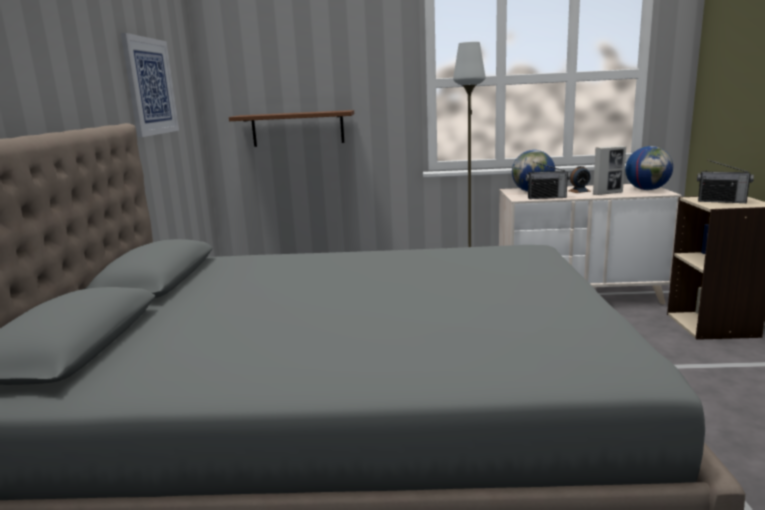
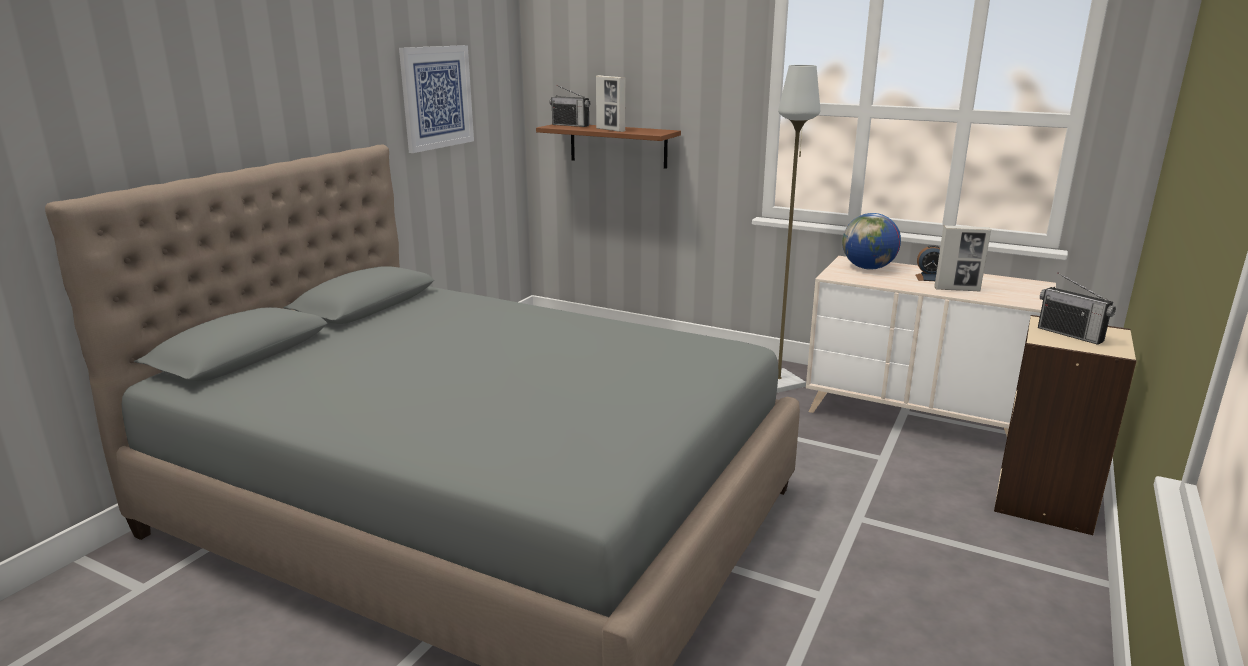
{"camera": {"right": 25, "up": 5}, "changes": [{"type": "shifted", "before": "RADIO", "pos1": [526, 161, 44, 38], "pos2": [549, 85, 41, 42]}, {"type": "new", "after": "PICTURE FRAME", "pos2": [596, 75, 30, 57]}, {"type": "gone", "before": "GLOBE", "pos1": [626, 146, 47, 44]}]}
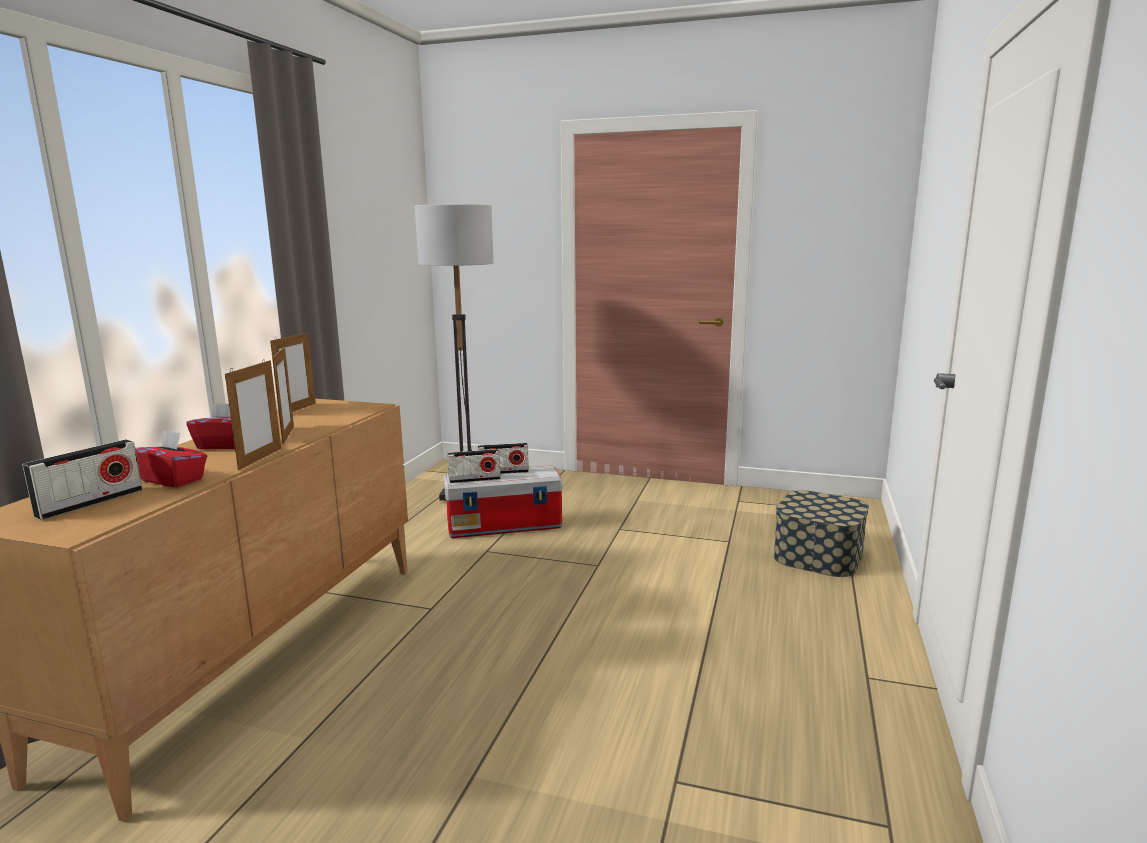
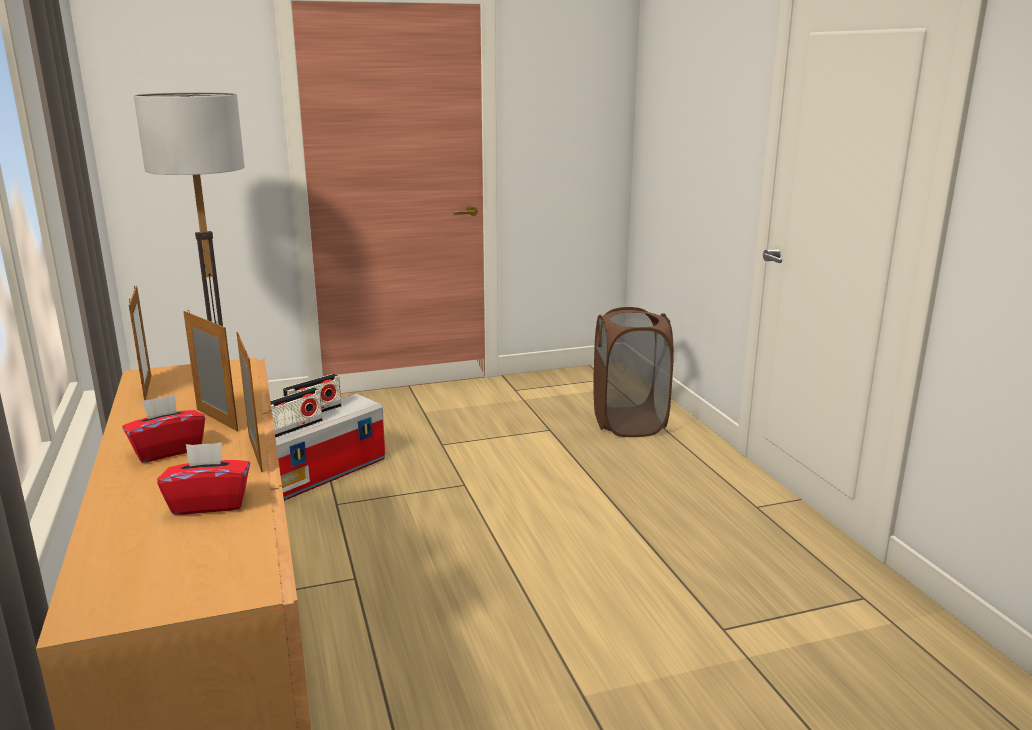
{"camera": {"right": -35, "up": 5}, "changes": [{"type": "swapped", "before": "STORAGE BOX", "after": "BROWN LAUNDRY BASKET", "pos1": [774, 490, 95, 87], "pos2": [593, 307, 81, 130]}, {"type": "gone", "before": "RADIO", "pos1": [22, 439, 120, 81]}]}
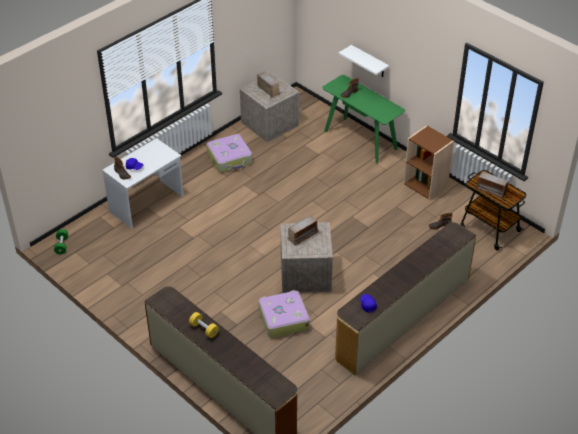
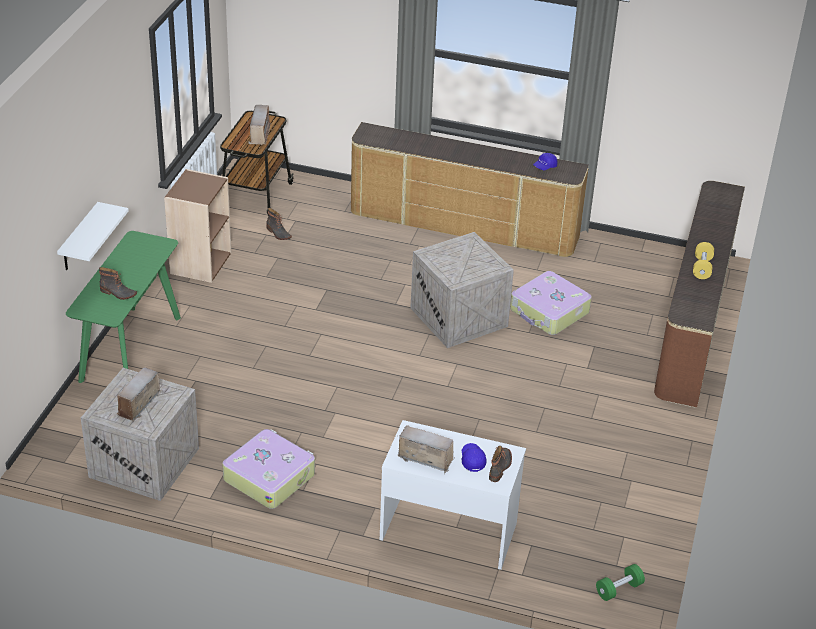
{"camera": {"right": -120, "up": -5}, "changes": [{"type": "shifted", "before": "RADIO", "pos1": [287, 216, 31, 29], "pos2": [397, 425, 59, 49]}]}
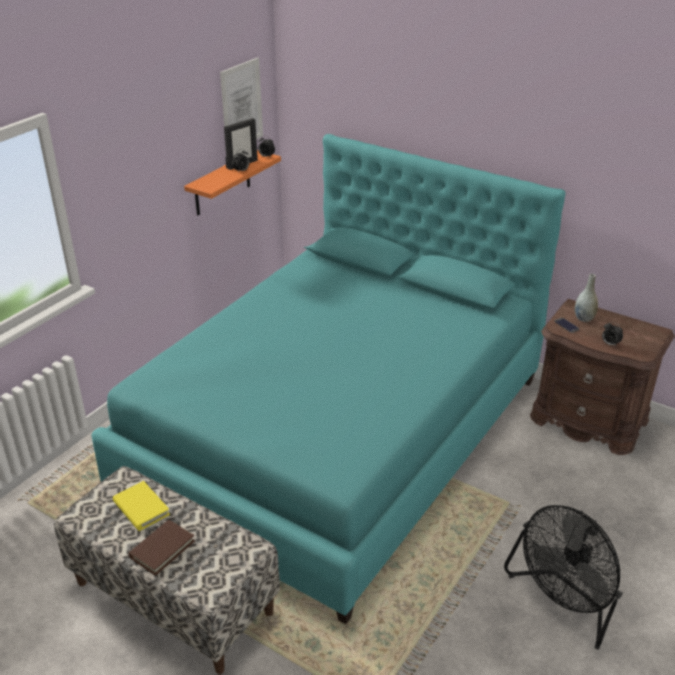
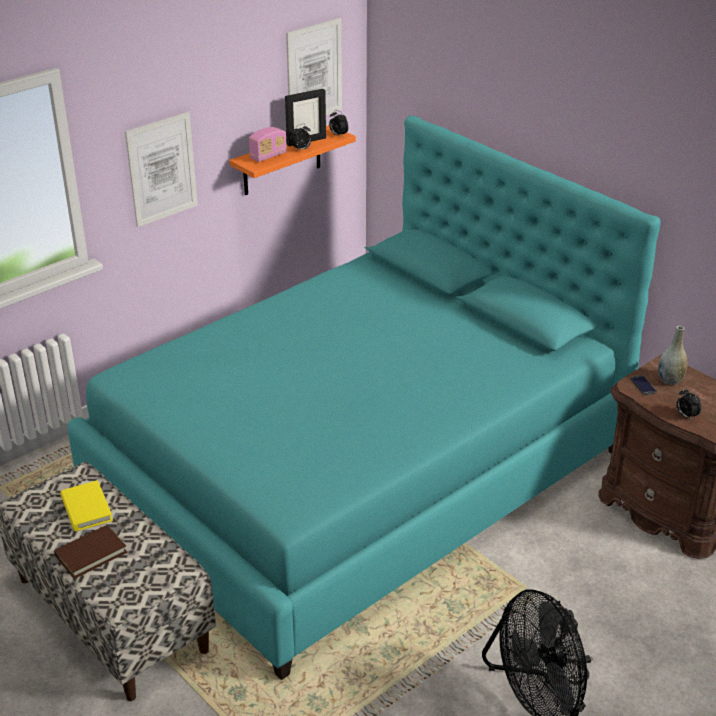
{"camera": {"right": 15, "up": 0}, "changes": [{"type": "new", "after": "PICTURE", "pos2": [125, 112, 73, 115]}, {"type": "new", "after": "RADIO", "pos2": [249, 127, 38, 35]}]}
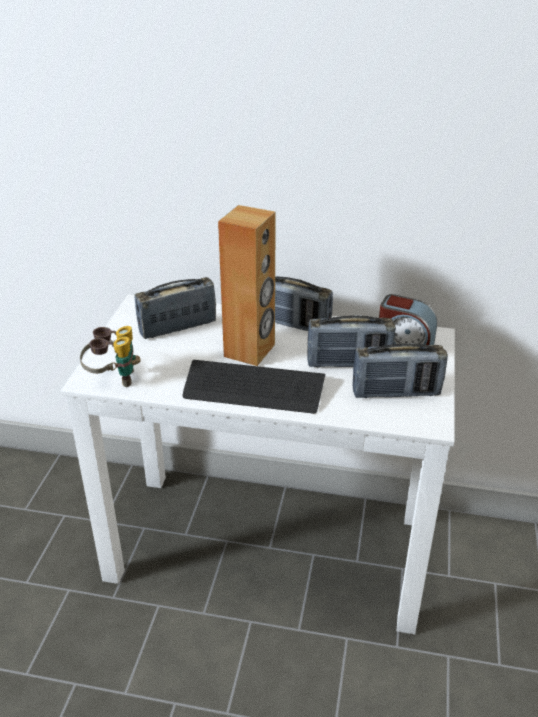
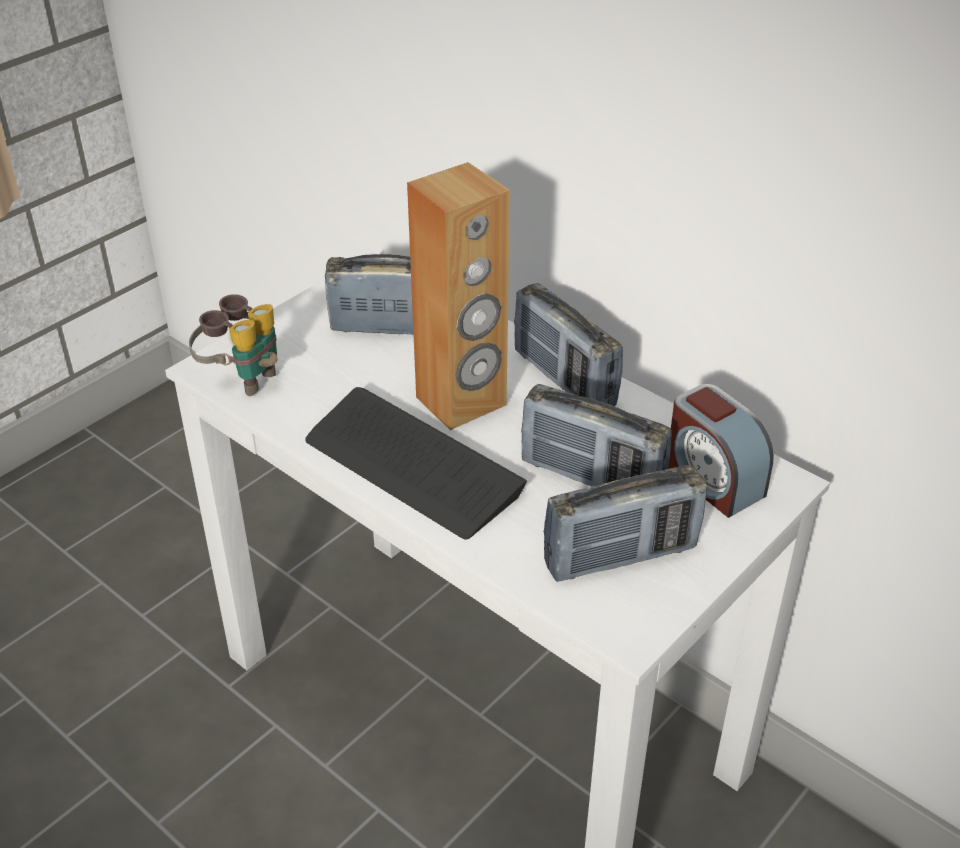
{"camera": {"right": 30, "up": 5}, "changes": [{"type": "rotated", "before": "RADIO", "pos1": [353, 343, 95, 55], "pos2": [543, 465, 164, 117], "turn": -45}]}
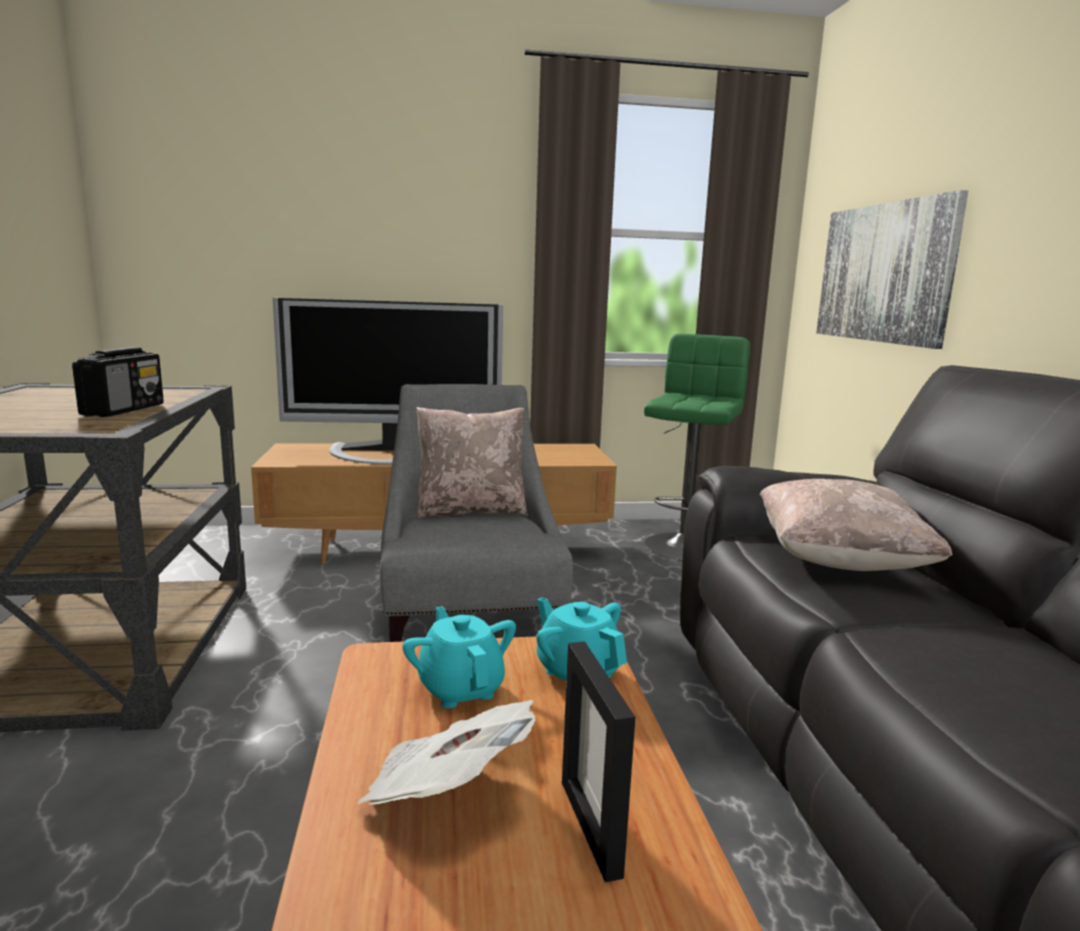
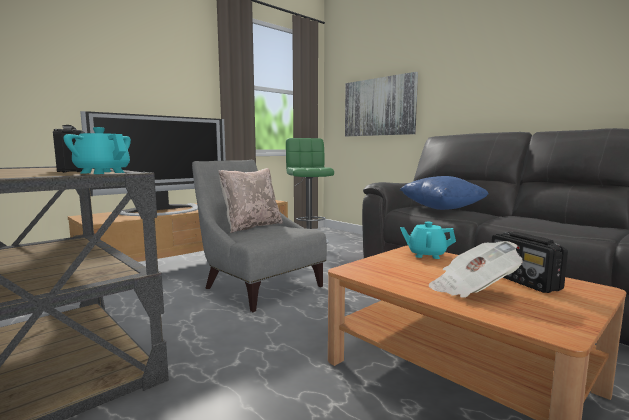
{"camera": {"right": -35, "up": -5}, "changes": [{"type": "shifted", "before": "TURQUOISE TEAPOT", "pos1": [403, 606, 113, 102], "pos2": [64, 127, 67, 47]}, {"type": "repainted", "before": "BEIGE PILLOW", "after": "BLUE PILLOW", "pos1": [760, 479, 192, 92], "pos2": [400, 176, 88, 34]}, {"type": "swapped", "before": "PICTURE FRAME", "after": "RADIO", "pos1": [562, 641, 73, 241], "pos2": [492, 231, 76, 62]}]}
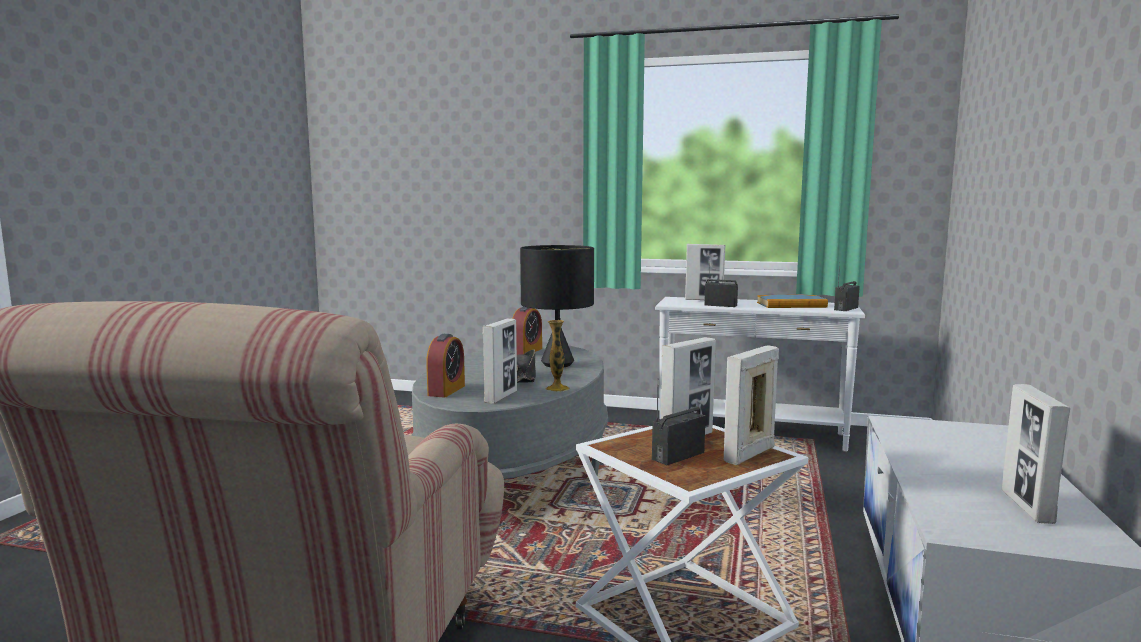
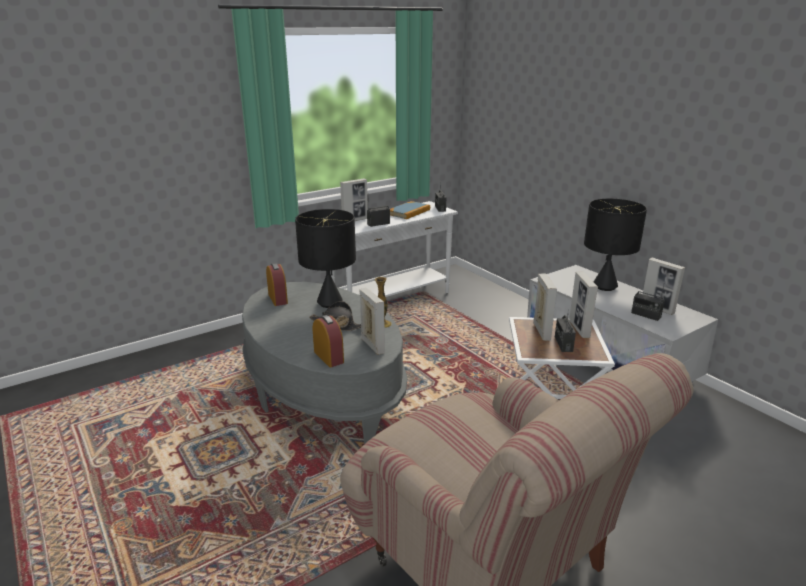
{"camera": {"right": -50, "up": 15}, "changes": [{"type": "new", "after": "BLACK TABLE LAMP", "pos2": [584, 198, 63, 93]}, {"type": "new", "after": "RADIO", "pos2": [631, 286, 34, 35]}]}
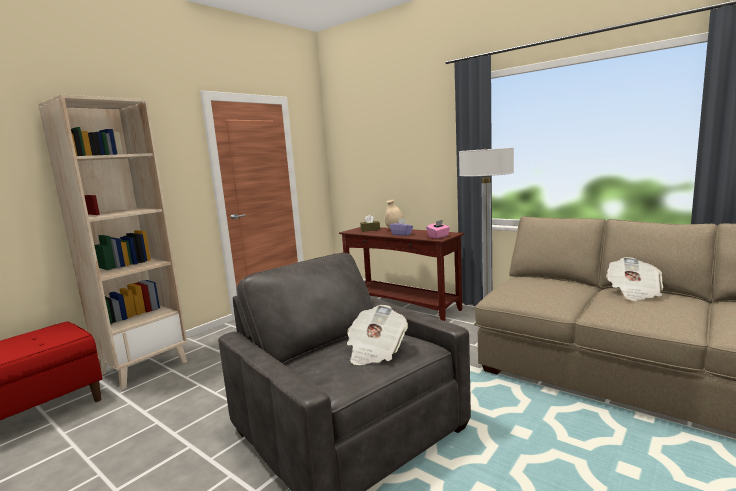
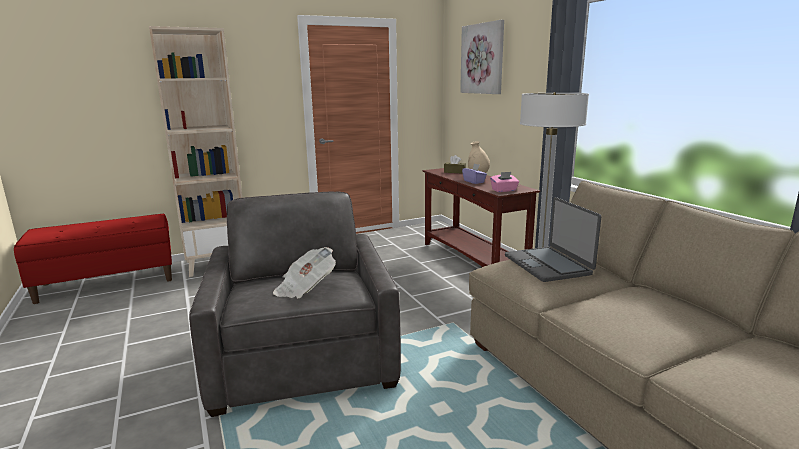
{"camera": {"right": 25, "up": 5}, "changes": [{"type": "new", "after": "PICTURE", "pos2": [460, 20, 44, 74]}, {"type": "new", "after": "LAPTOP", "pos2": [505, 197, 96, 85]}, {"type": "gone", "before": "NEWSPAPER", "pos1": [606, 257, 57, 44]}]}
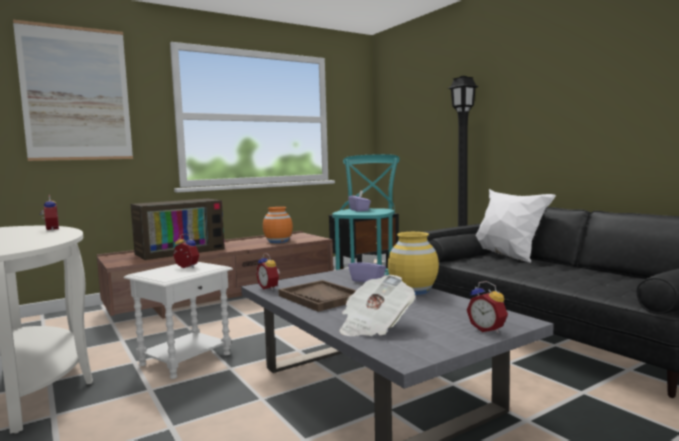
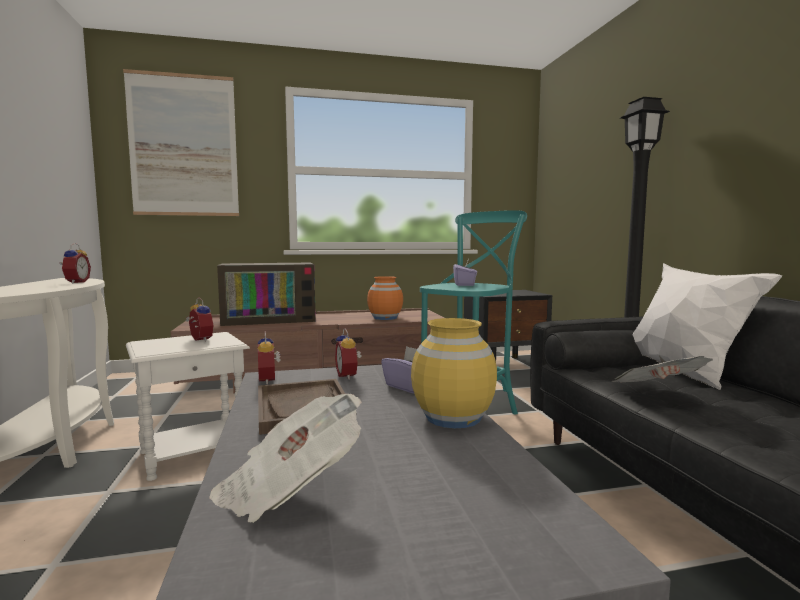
{"camera": {"right": 20, "up": 0}, "changes": [{"type": "shifted", "before": "ALARM CLOCK", "pos1": [467, 281, 41, 52], "pos2": [335, 328, 26, 52]}, {"type": "new", "after": "NEWSPAPER", "pos2": [611, 356, 102, 26]}]}
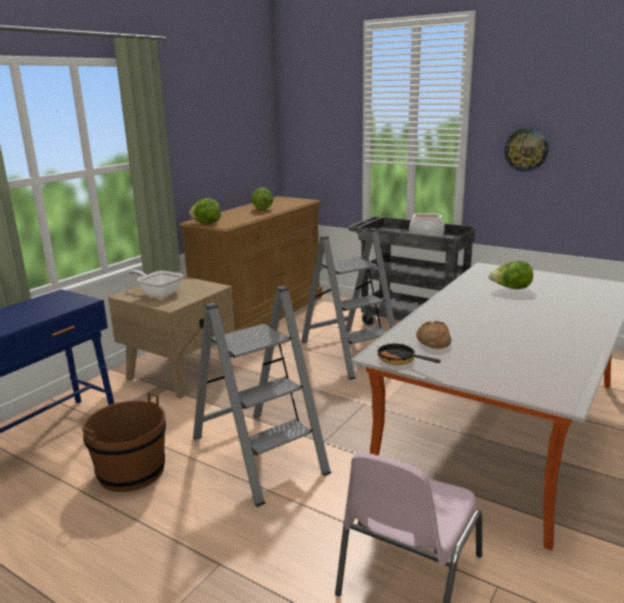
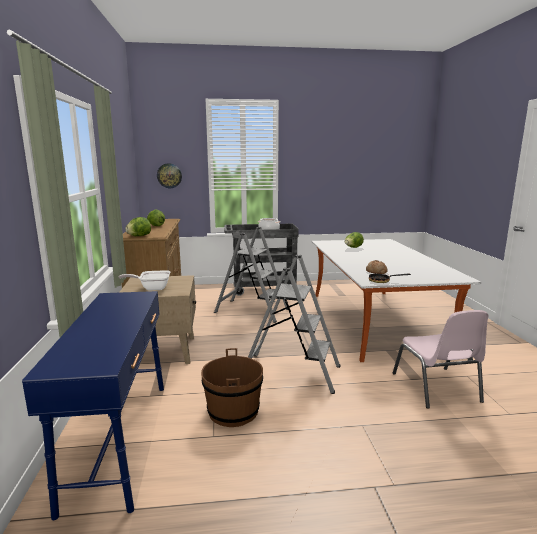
{"camera": {"right": -40, "up": -5}, "changes": [{"type": "shifted", "before": "WALL CLOCK", "pos1": [504, 128, 44, 44], "pos2": [157, 163, 25, 25]}]}
